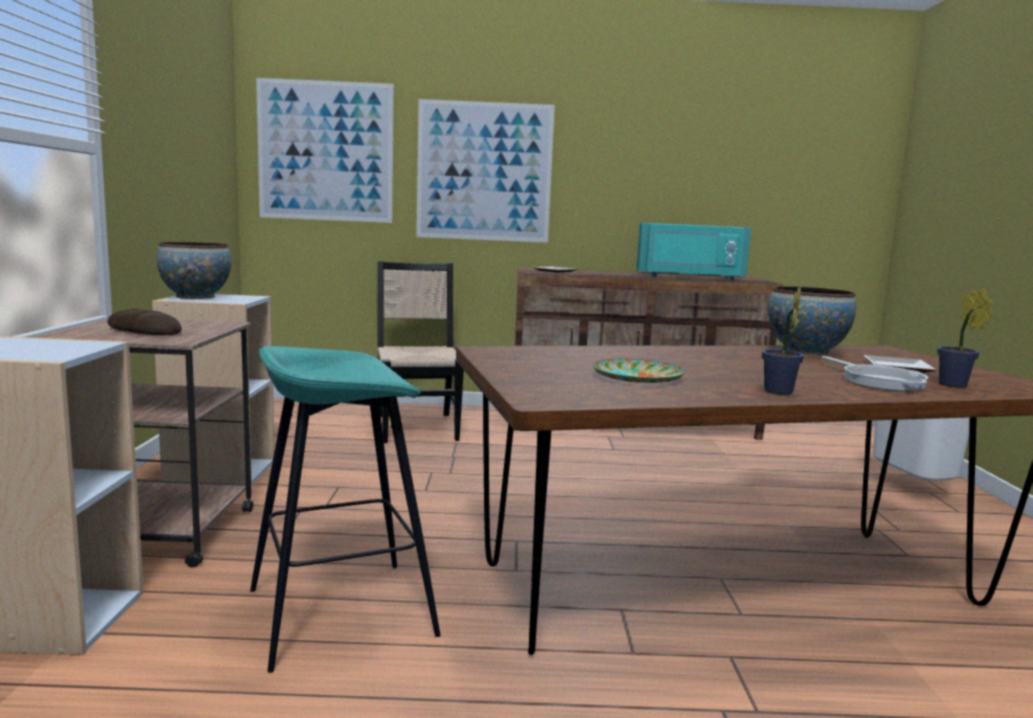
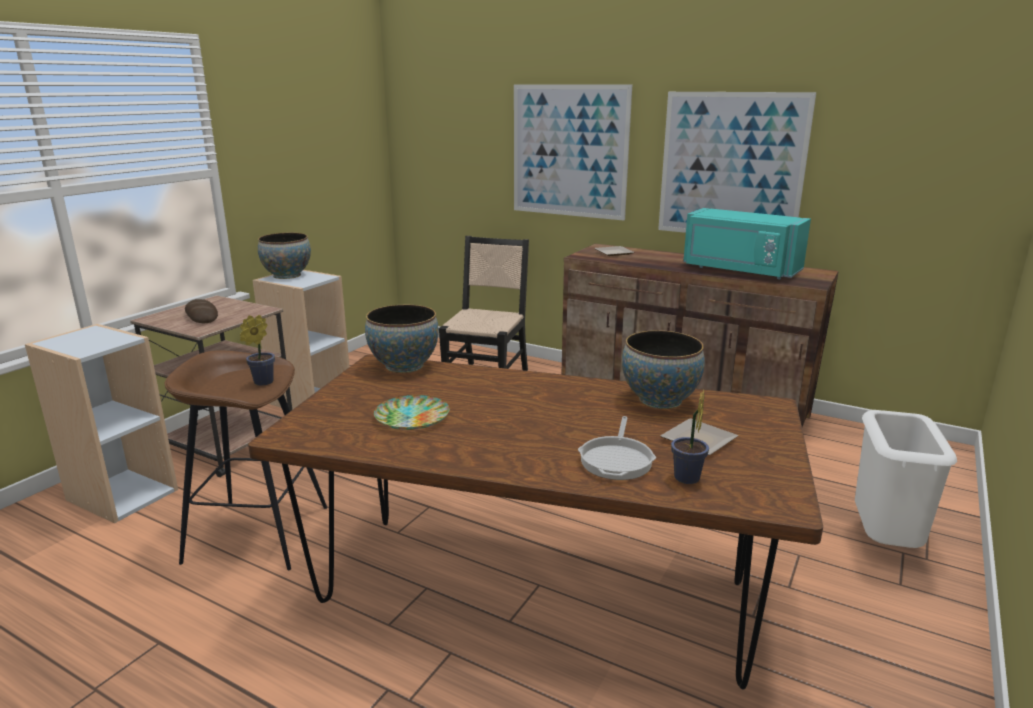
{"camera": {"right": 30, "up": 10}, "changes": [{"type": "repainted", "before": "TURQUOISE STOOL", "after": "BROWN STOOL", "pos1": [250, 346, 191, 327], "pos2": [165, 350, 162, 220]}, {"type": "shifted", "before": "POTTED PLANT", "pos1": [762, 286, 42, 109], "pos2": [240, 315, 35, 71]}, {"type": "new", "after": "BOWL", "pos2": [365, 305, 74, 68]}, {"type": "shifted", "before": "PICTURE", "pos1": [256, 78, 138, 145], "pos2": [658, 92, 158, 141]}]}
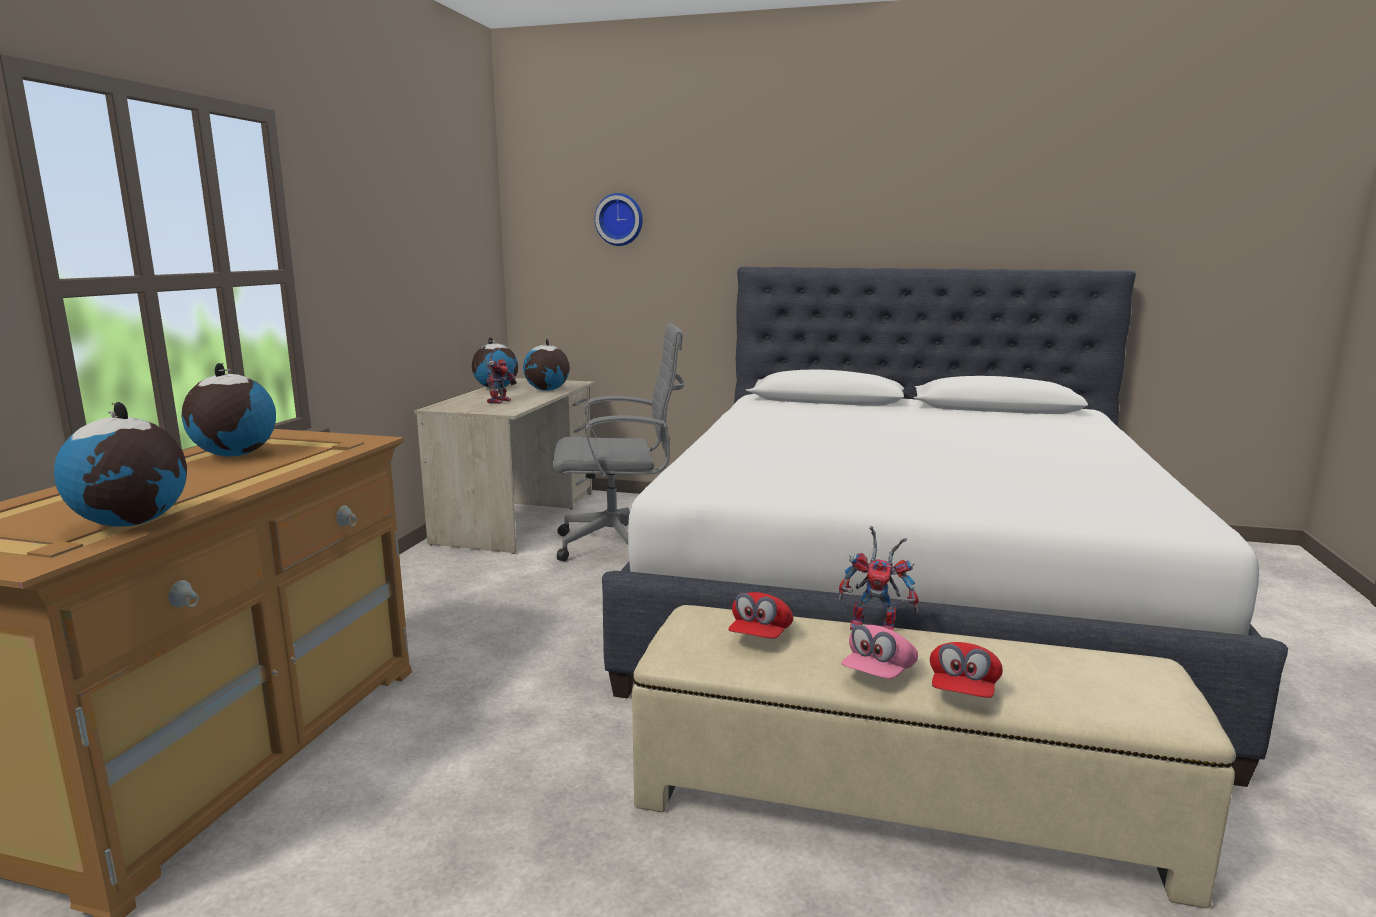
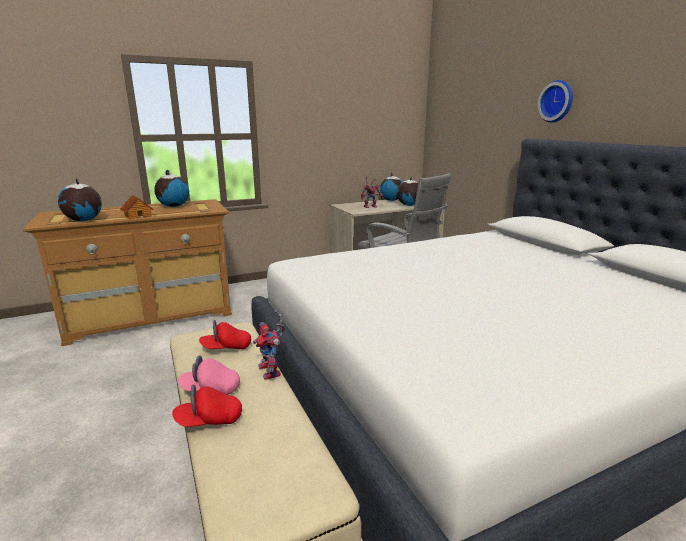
{"camera": {"right": 50, "up": 5}, "changes": [{"type": "new", "after": "TOY HOUSE", "pos2": [120, 195, 34, 24]}, {"type": "shifted", "before": "WALL CLOCK", "pos1": [595, 193, 48, 53], "pos2": [537, 80, 36, 43]}]}
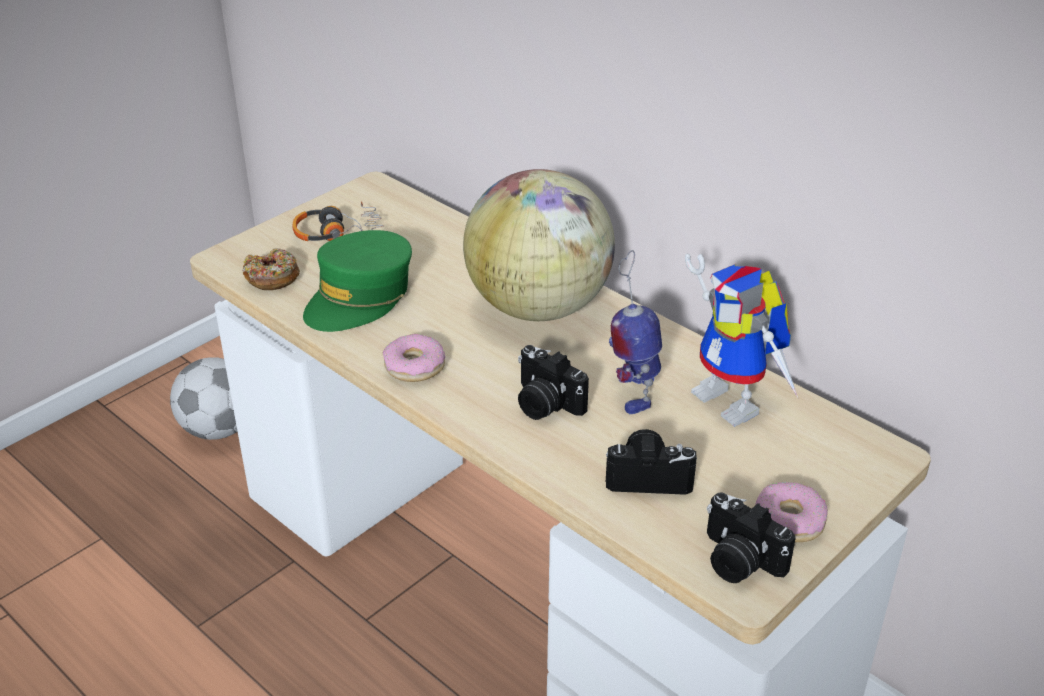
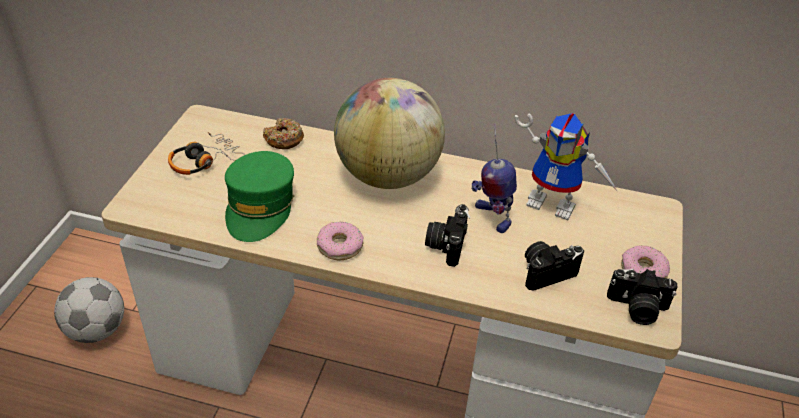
{"camera": {"right": -30, "up": 5}, "changes": [{"type": "shifted", "before": "DONUT", "pos1": [243, 248, 57, 42], "pos2": [263, 118, 41, 31]}, {"type": "rotated", "before": "PHOTO CAMERA", "pos1": [518, 345, 71, 75], "pos2": [425, 204, 45, 63], "turn": 90}]}
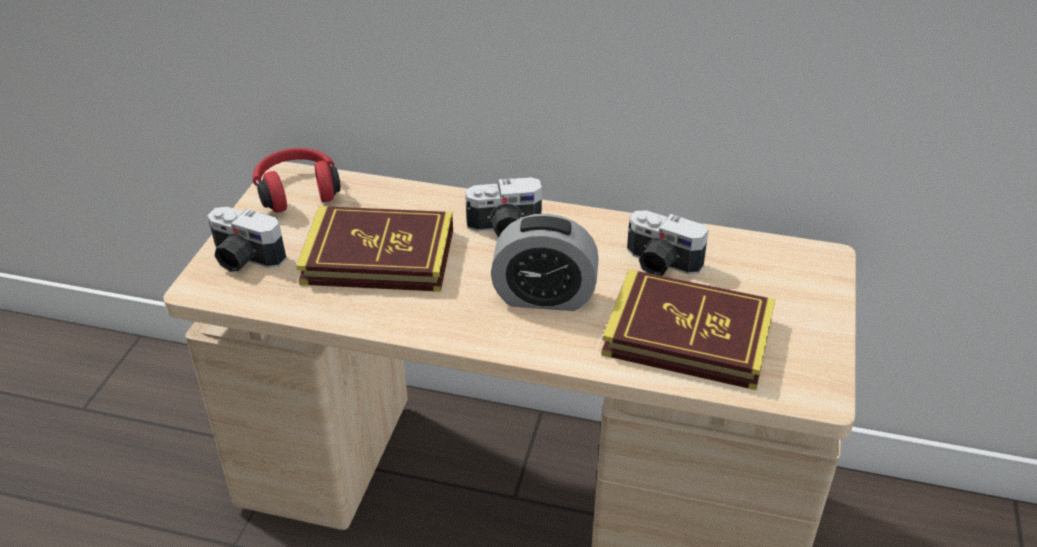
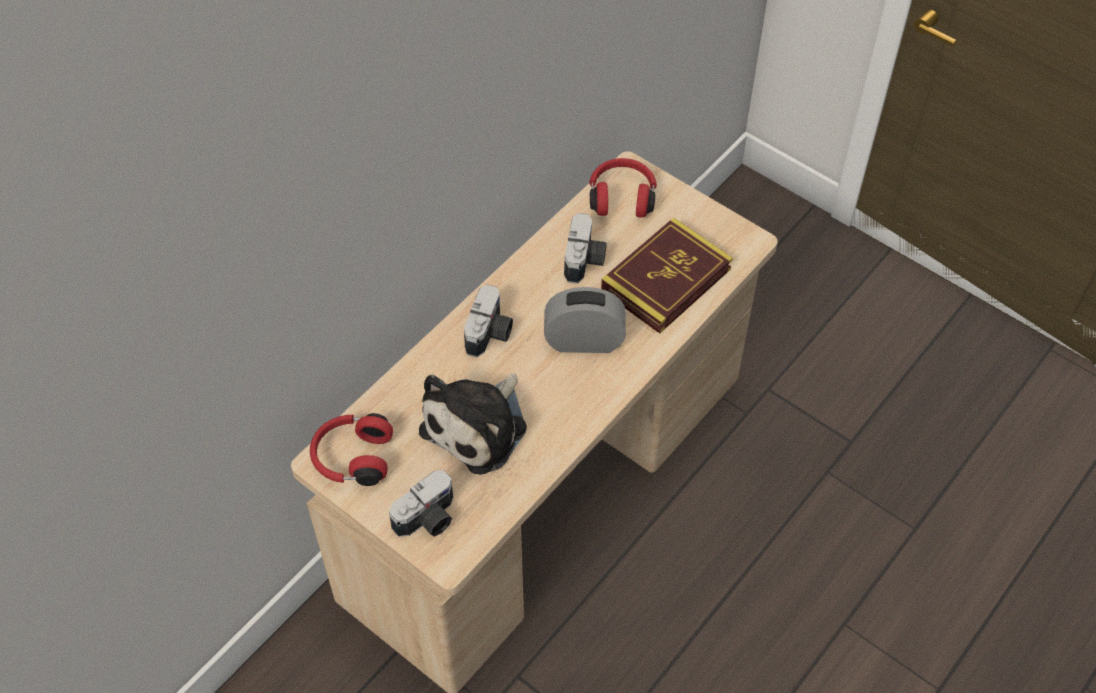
{"camera": {"right": -65, "up": 15}, "changes": [{"type": "swapped", "before": "BOOK", "after": "PLUSH TOY", "pos1": [296, 206, 157, 86], "pos2": [419, 373, 108, 102]}, {"type": "rotated", "before": "ALARM CLOCK", "pos1": [491, 214, 107, 97], "pos2": [544, 287, 82, 66], "turn": -120}, {"type": "rotated", "before": "PHOTO CAMERA", "pos1": [627, 210, 82, 66], "pos2": [564, 213, 43, 71], "turn": -45}, {"type": "new", "after": "RED HEADPHONES", "pos2": [589, 158, 68, 60]}]}
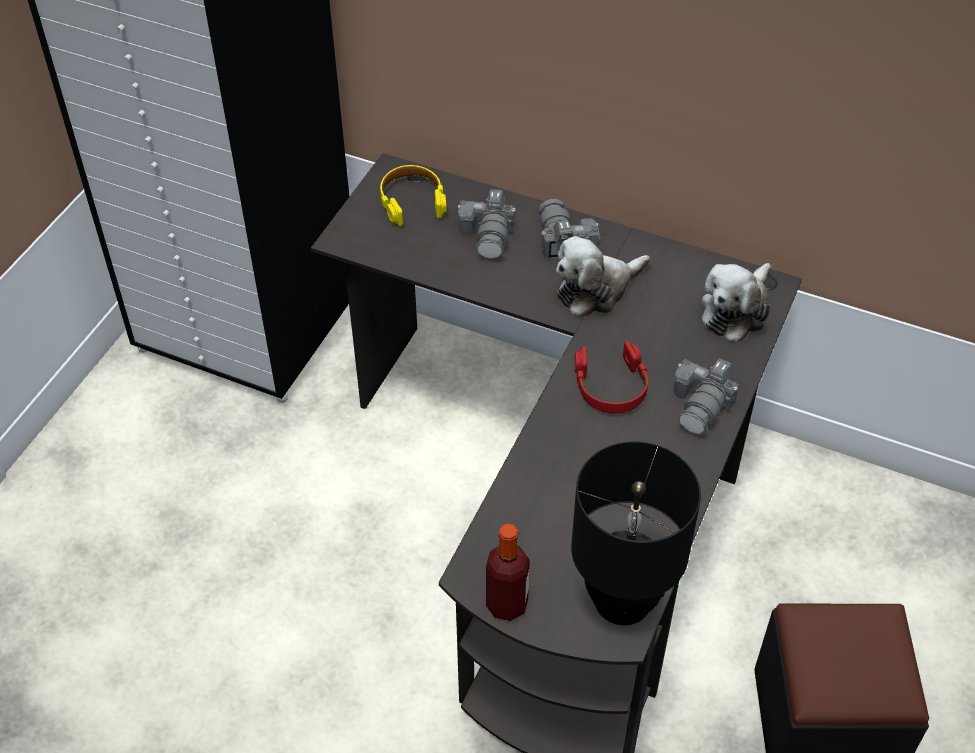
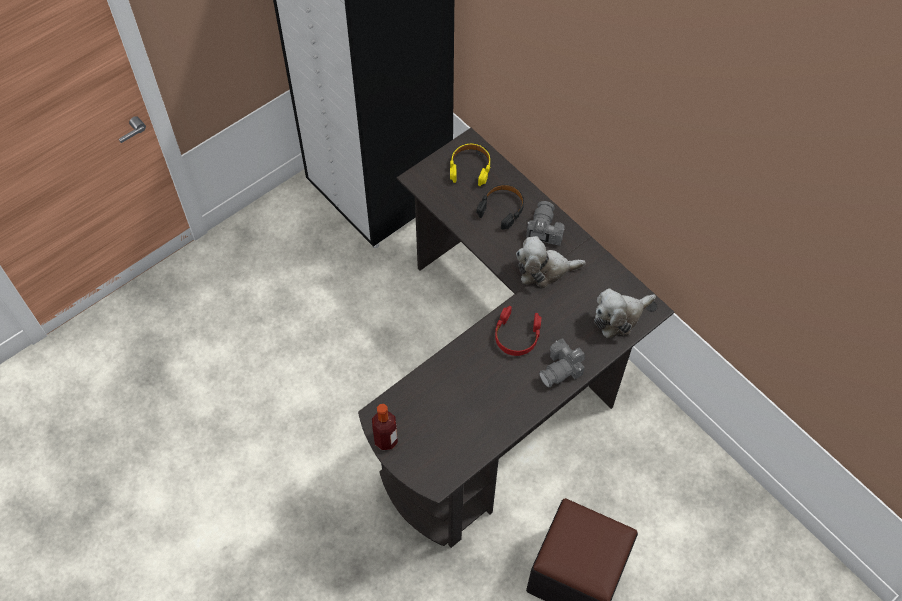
{"camera": {"right": 25, "up": 10}, "changes": [{"type": "swapped", "before": "PHOTO CAMERA", "after": "BLACK HEADPHONES", "pos1": [458, 189, 58, 70], "pos2": [476, 184, 48, 46]}, {"type": "gone", "before": "BLACK TABLE LAMP", "pos1": [571, 442, 130, 183]}]}
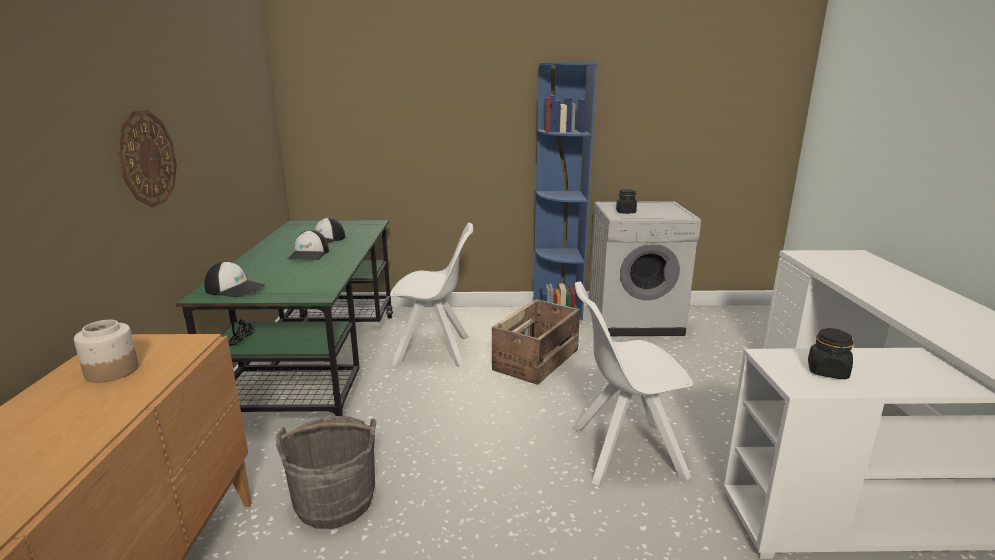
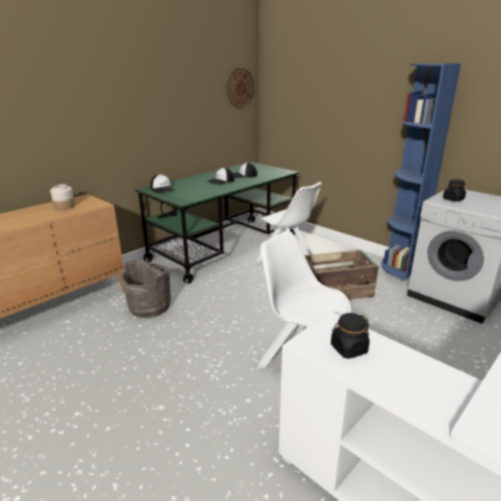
{"camera": {"right": 45, "up": 5}, "changes": [{"type": "shifted", "before": "WALL CLOCK", "pos1": [117, 110, 60, 97], "pos2": [227, 68, 27, 40]}]}
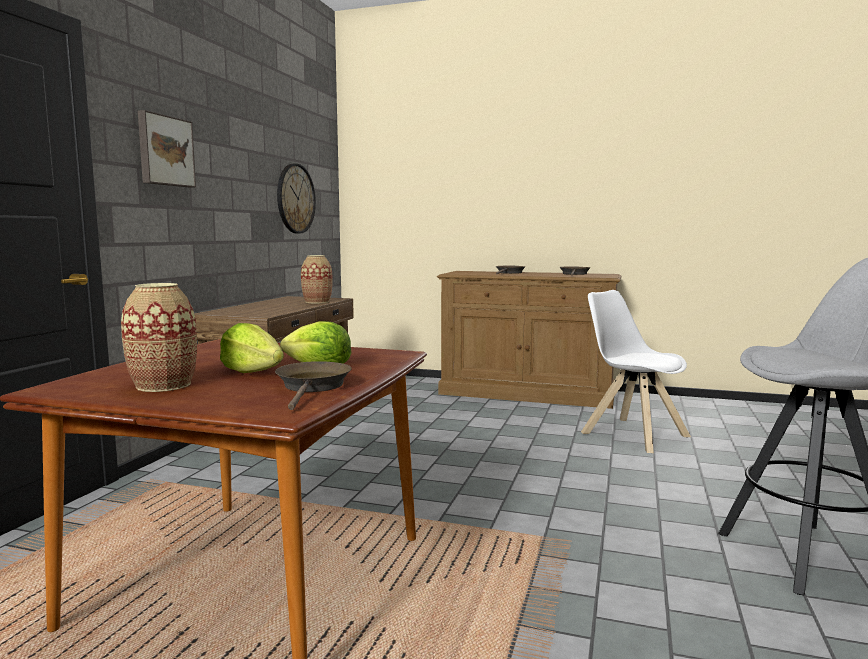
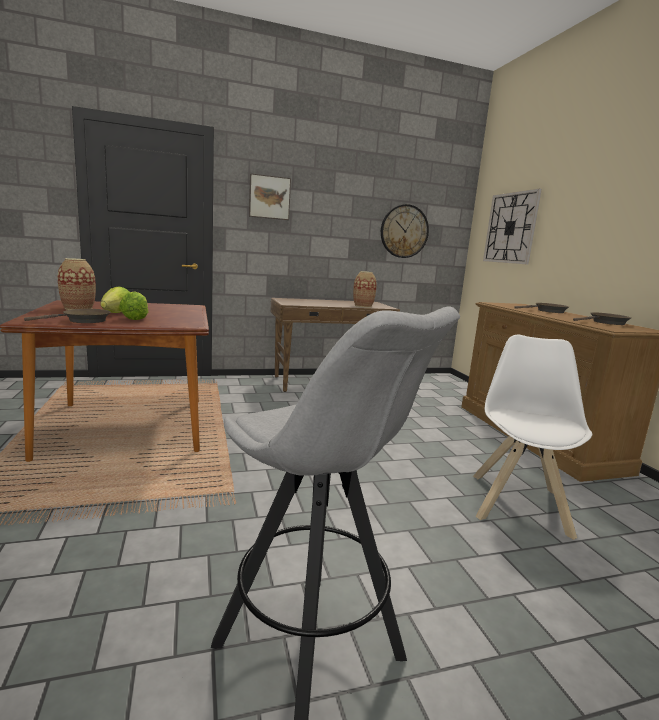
{"camera": {"right": 55, "up": 5}, "changes": [{"type": "new", "after": "WALL CLOCK", "pos2": [483, 189, 59, 76]}]}
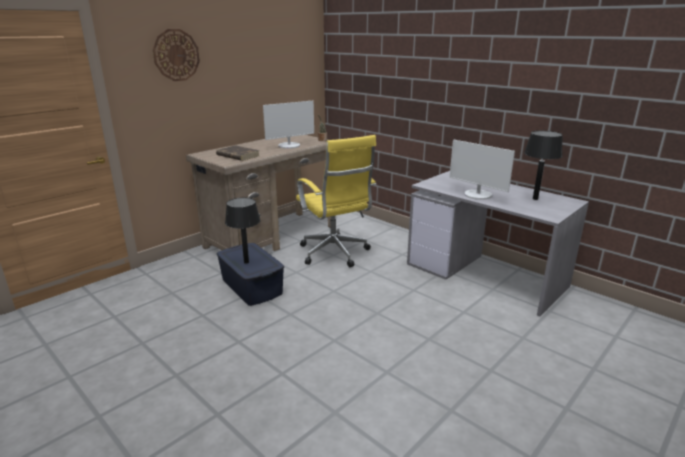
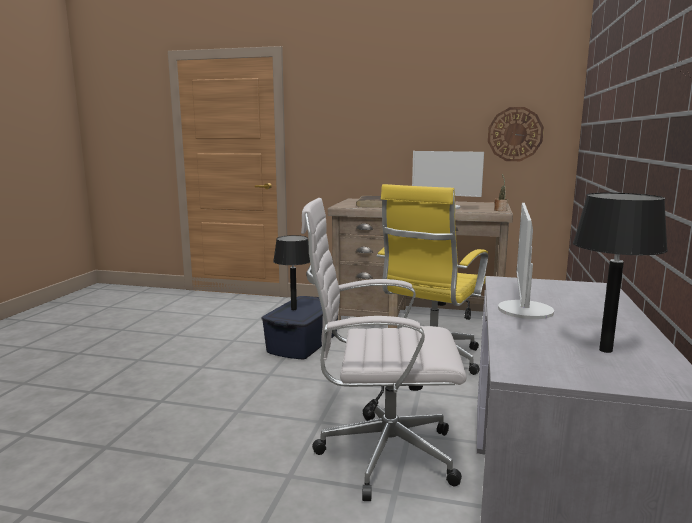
{"camera": {"right": 60, "up": -10}, "changes": [{"type": "new", "after": "WHITE OFFICE CHAIR", "pos2": [301, 198, 166, 303]}, {"type": "shifted", "before": "WALL CLOCK", "pos1": [153, 29, 47, 52], "pos2": [488, 107, 56, 54]}]}
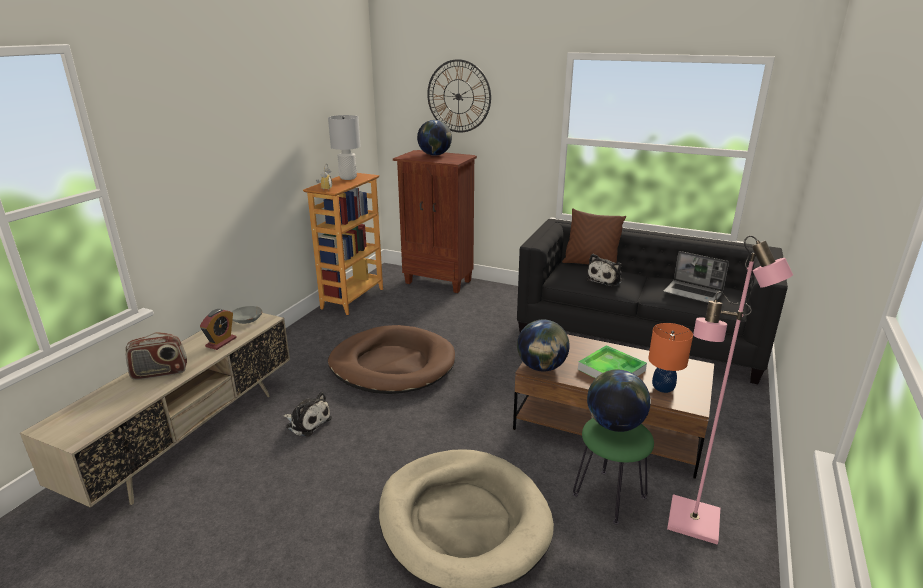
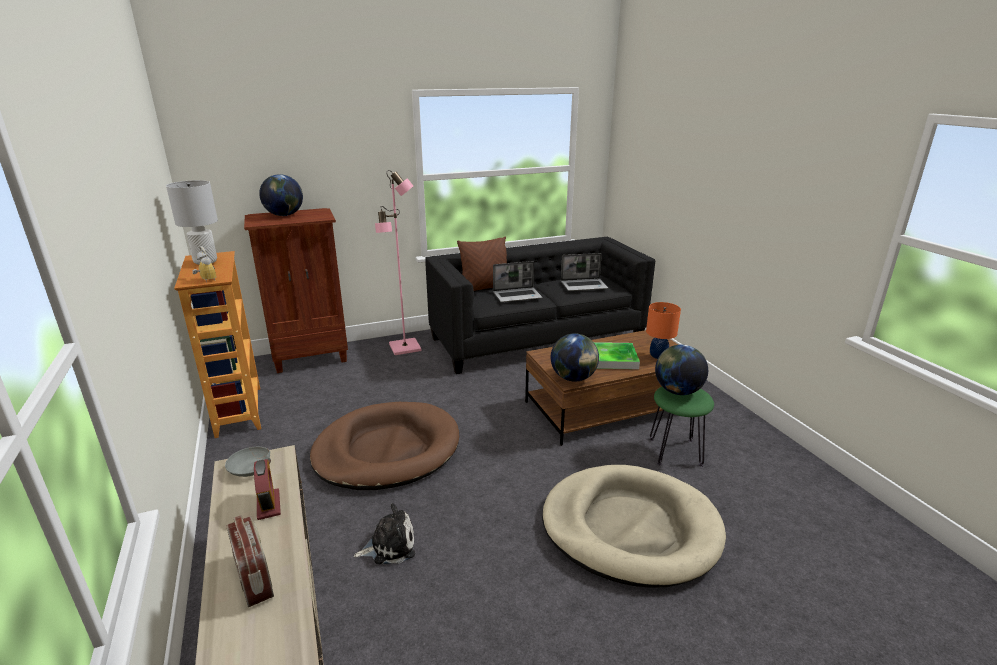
{"camera": {"right": -45, "up": 0}, "changes": [{"type": "rotated", "before": "RADIO", "pos1": [125, 332, 62, 48], "pos2": [226, 515, 48, 92], "turn": -60}, {"type": "shifted", "before": "PINK FLOOR LAMP", "pos1": [667, 235, 126, 310], "pos2": [375, 170, 46, 185]}, {"type": "swapped", "before": "PLUSH TOY", "after": "LAPTOP", "pos1": [586, 254, 36, 32], "pos2": [493, 261, 49, 41]}, {"type": "gone", "before": "WALL CLOCK", "pos1": [427, 59, 64, 74]}]}
